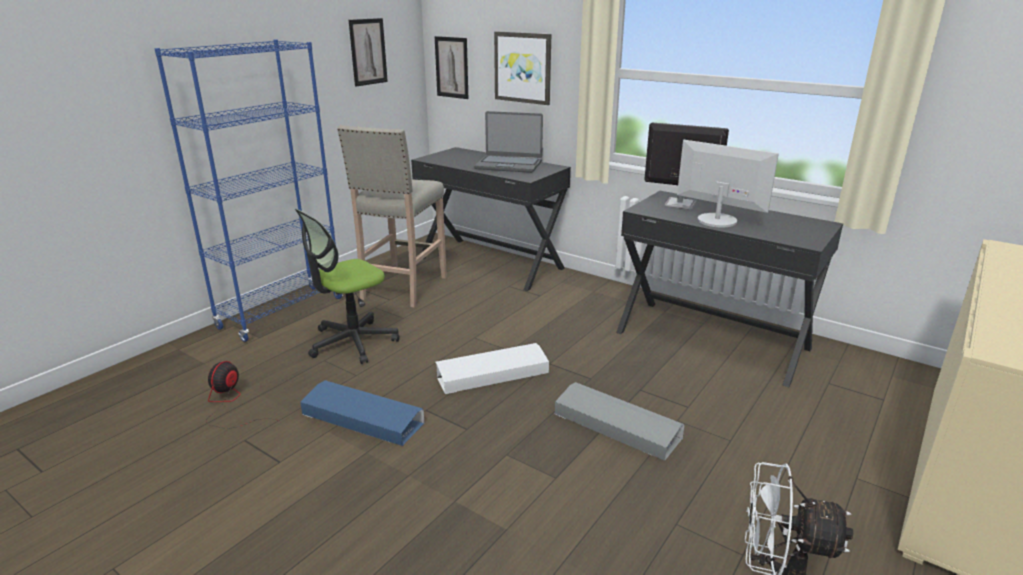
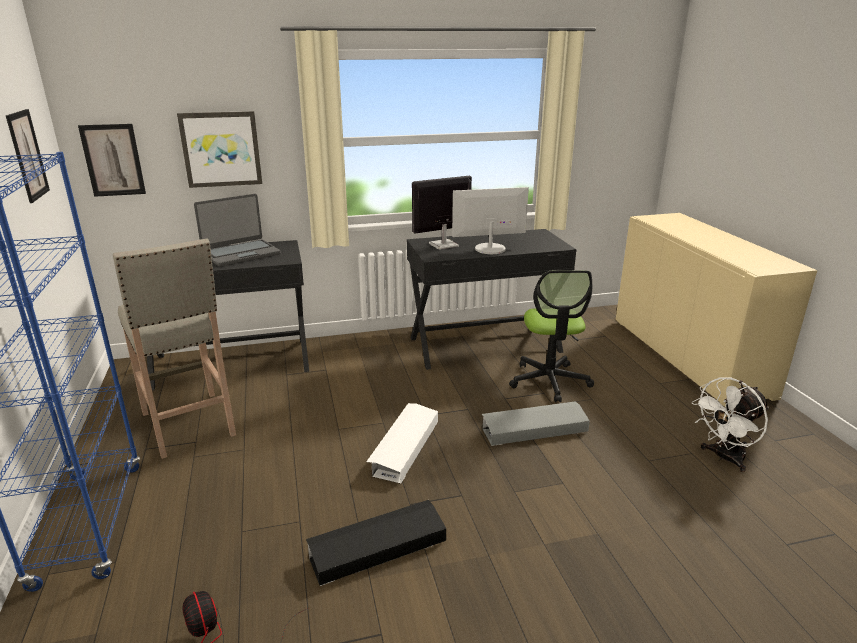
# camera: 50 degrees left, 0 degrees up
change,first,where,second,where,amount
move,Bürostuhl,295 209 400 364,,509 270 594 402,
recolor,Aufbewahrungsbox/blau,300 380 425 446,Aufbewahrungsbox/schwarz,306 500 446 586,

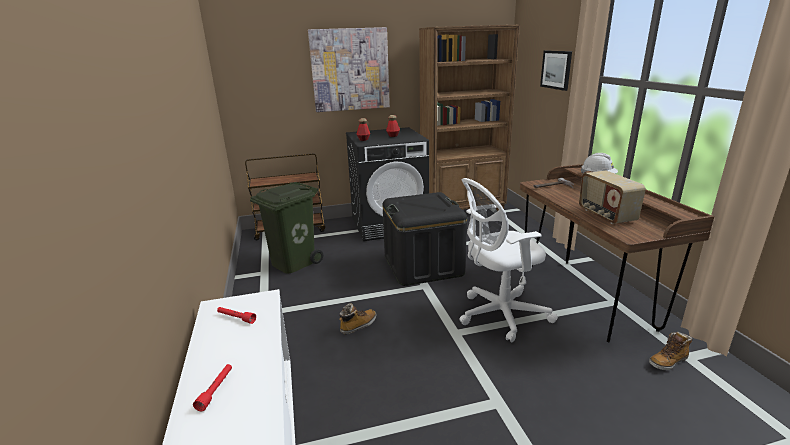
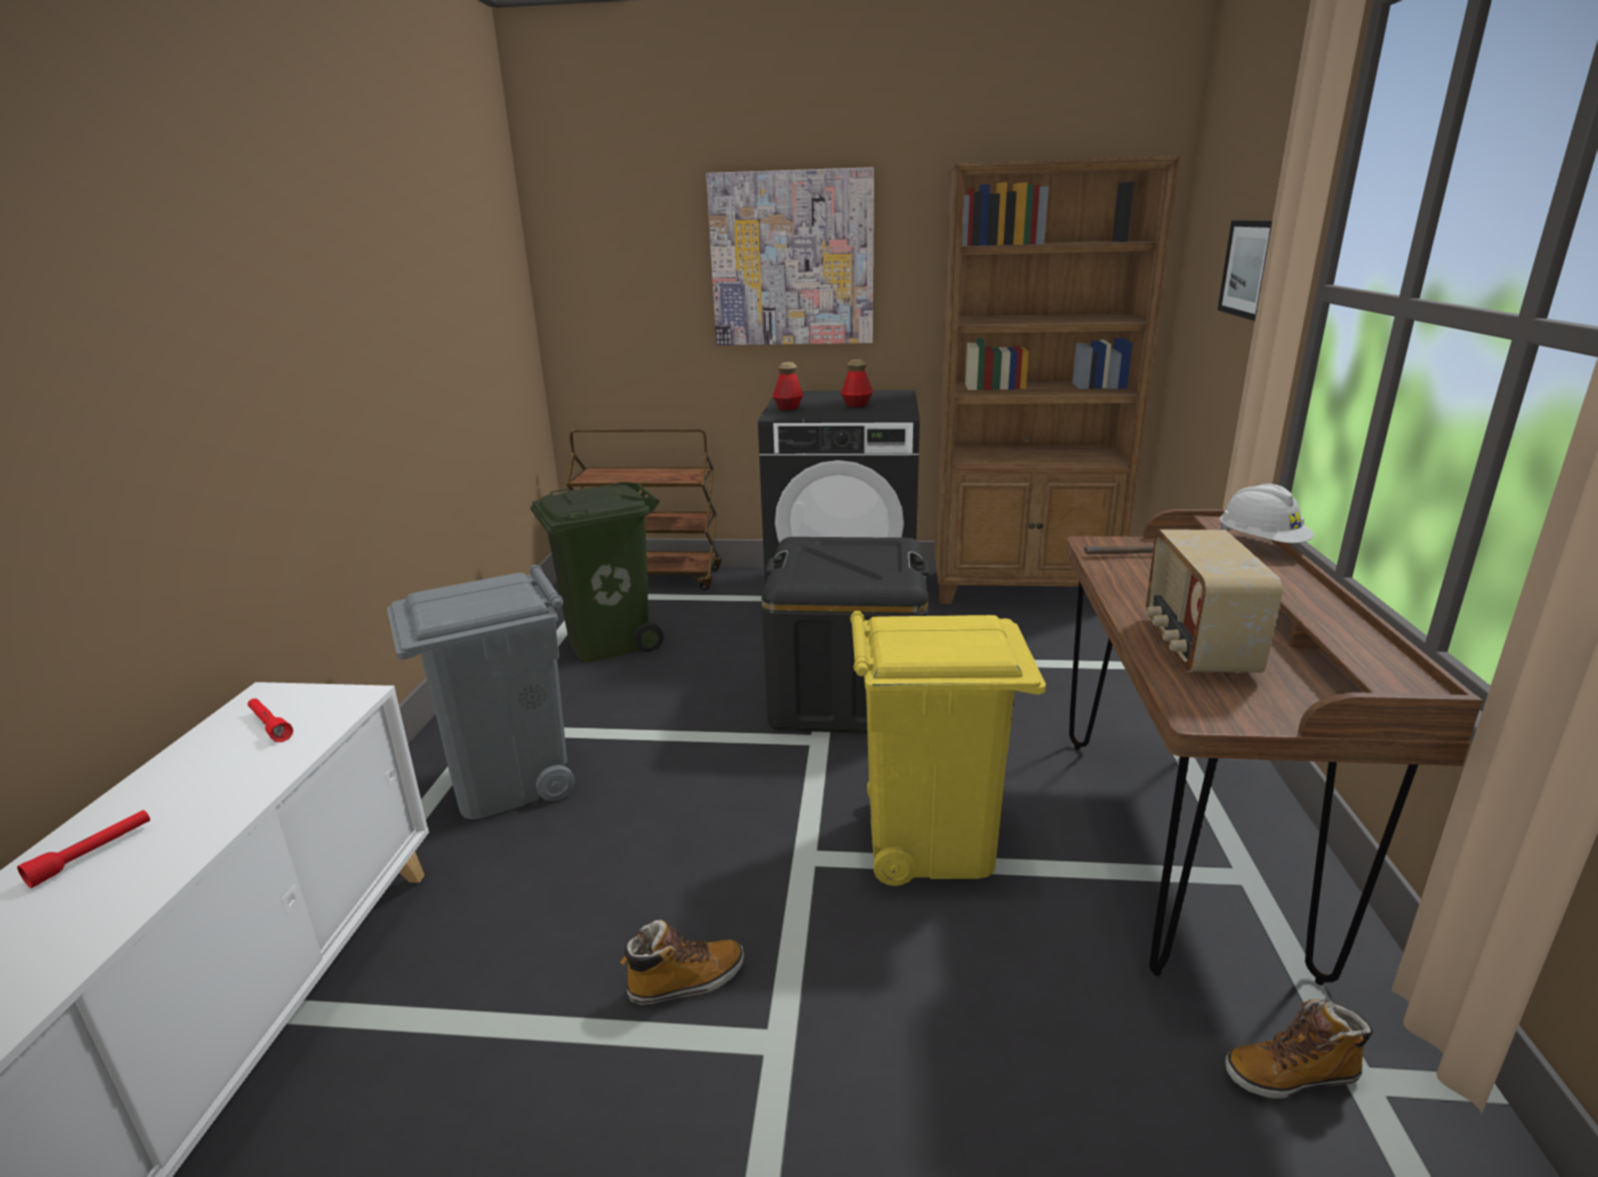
# camera: 20 degrees right, 0 degrees up
change,first,where,second,where,amount
insert,,,Mülleimer/grau,387 565 575 820,
move,Stiefel,339 303 376 334,,620 920 744 1005,
replace,Bürostuhl/weiß,459 178 558 342,Mülleimer/gelb,850 611 1046 886,

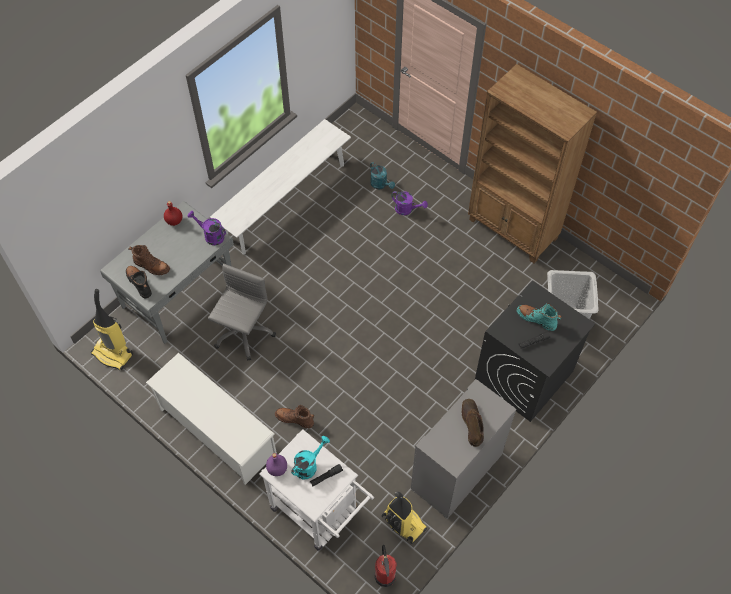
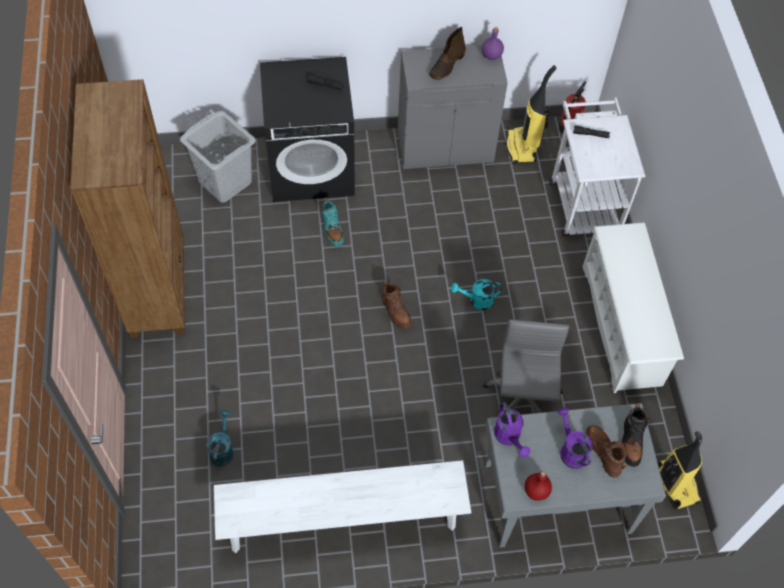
# camera: 140 degrees left, 0 degrees up
change,first,where,second,where,amount
move,Flasche/lila,266 453 287 476,,482 27 504 60,
move,Stiefel/braun,275 405 314 428,,382 280 412 329,
move,Gießkanne/türkis,291 436 330 479,,451 279 502 310,
move,Gießkanne/lila,391 191 428 215,,558 408 592 469,
move,Stiefel/türkis,517 303 562 331,,321 198 344 246,
rotate,Bürostuhl/grau,208 264 276 361,,483 319 569 413,120 degrees clockwise

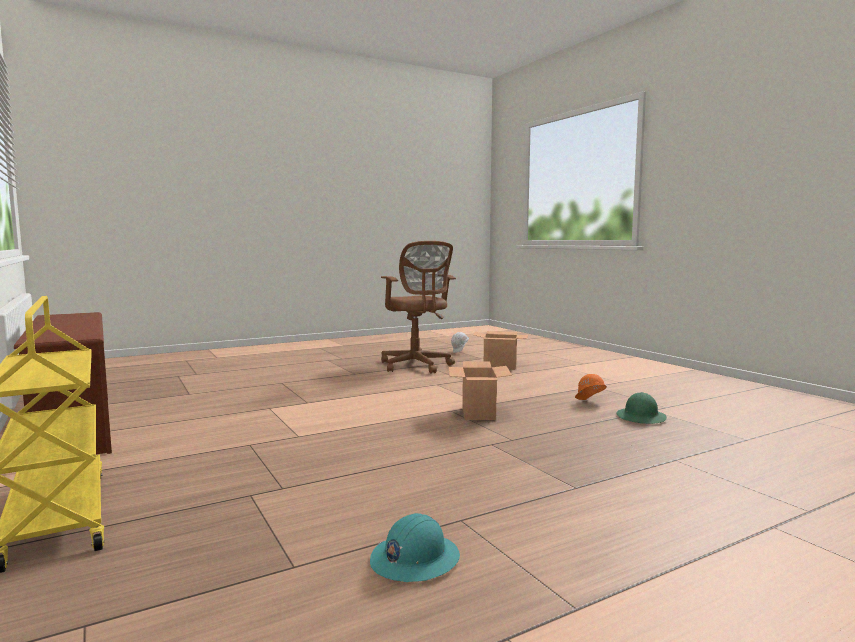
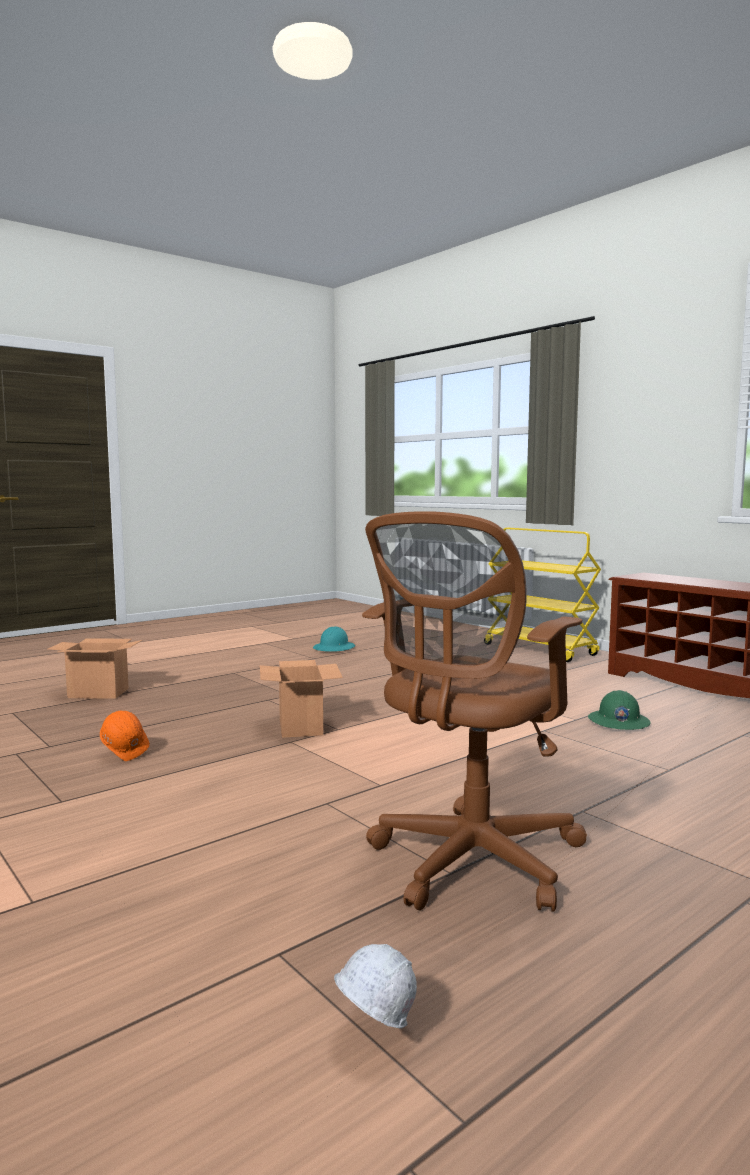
# camera: 170 degrees right, 0 degrees up
change,first,where,second,where,amount
move,Karton,473 331 528 370,,48 638 142 699,
move,Schutzhelm/grün,616 392 667 424,,588 690 651 730,
rotate,Bürostuhl/braun,381 241 456 374,,362 511 587 912,105 degrees counterclockwise

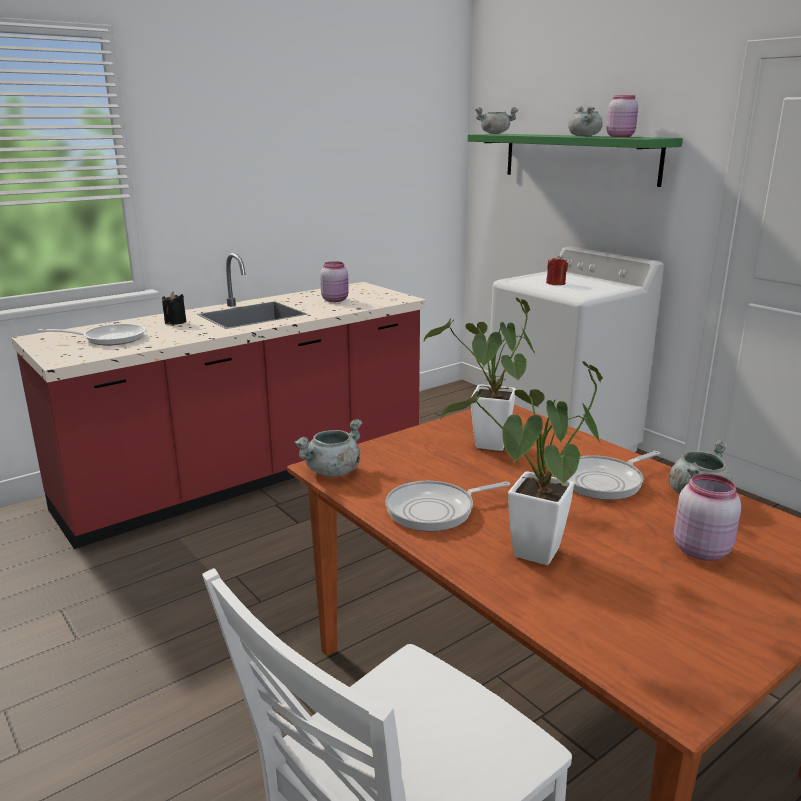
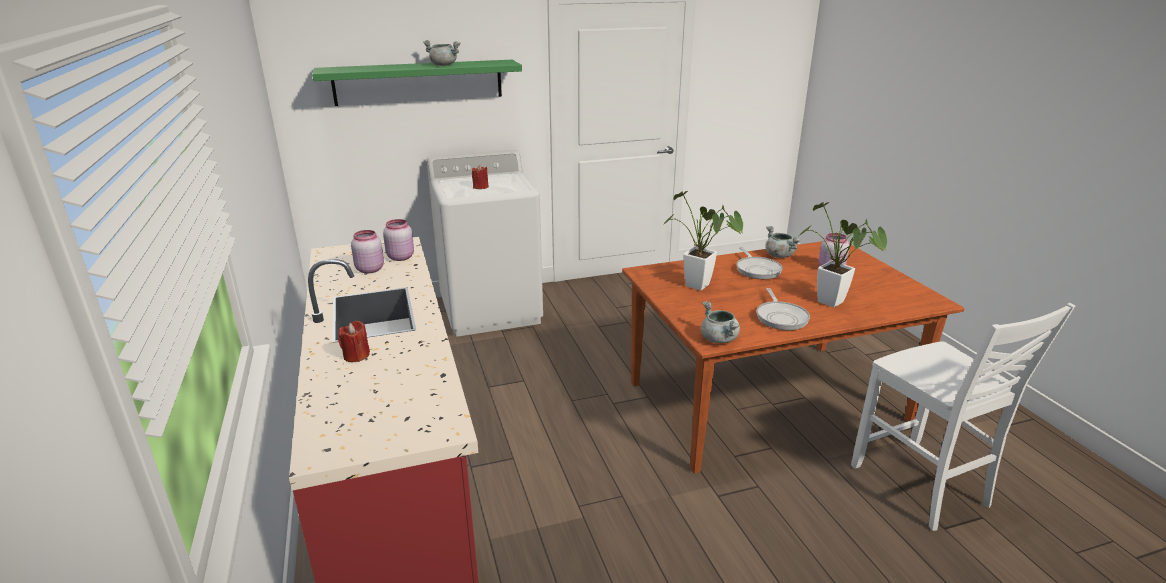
# camera: 70 degrees left, 5 degrees up
change,first,where,second,where,amount
delete,Pfanne,38 323 146 345,,,
delete,Kochtopf/grau,475 107 518 134,,,
move,Vorratsglas/rosa,606 95 638 137,,383 219 414 261,
recolor,Kerze/schwarz,162 292 186 325,Kerze/rot,338 321 370 362,

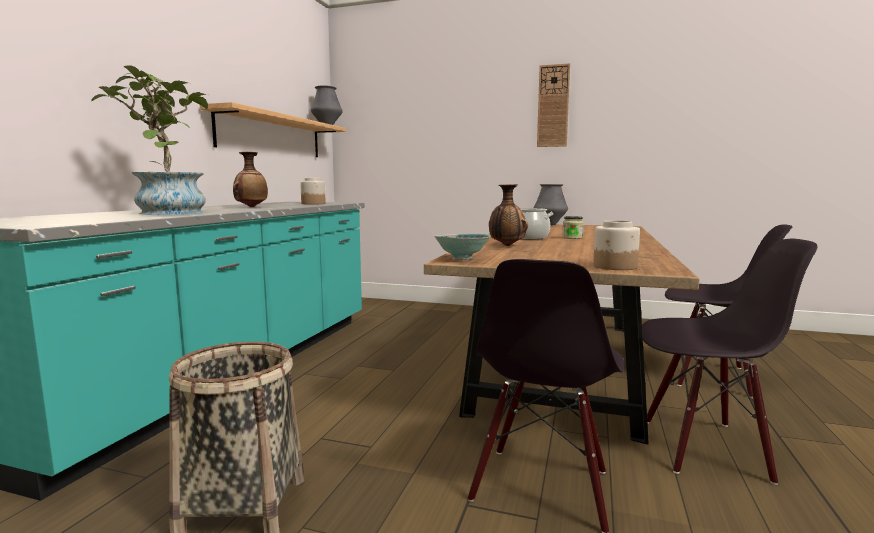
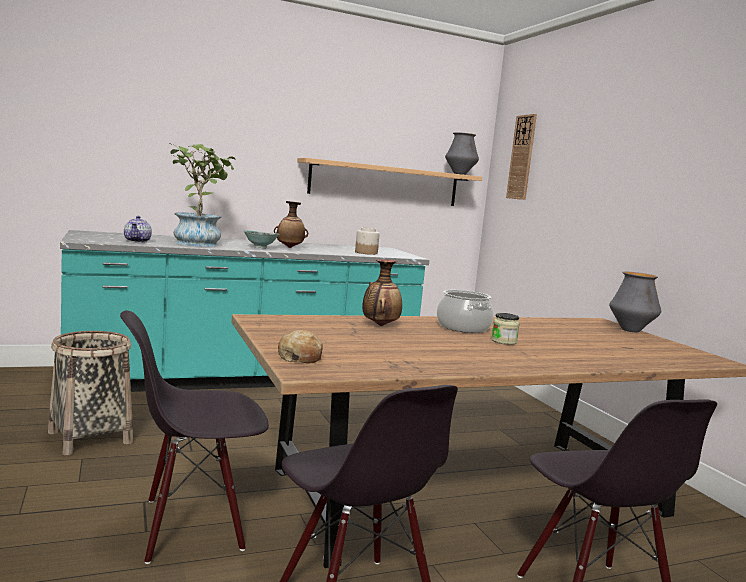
# camera: 50 degrees right, 0 degrees up
change,first,where,second,where,amount
insert,,,Teekanne,124 216 152 243,
move,Schüssel,435 233 491 260,,244 230 279 248,
move,Wanduhr,537 63 570 147,,506 114 537 200,
replace,Vorratsglas,593 220 640 270,Brot,278 330 323 364,

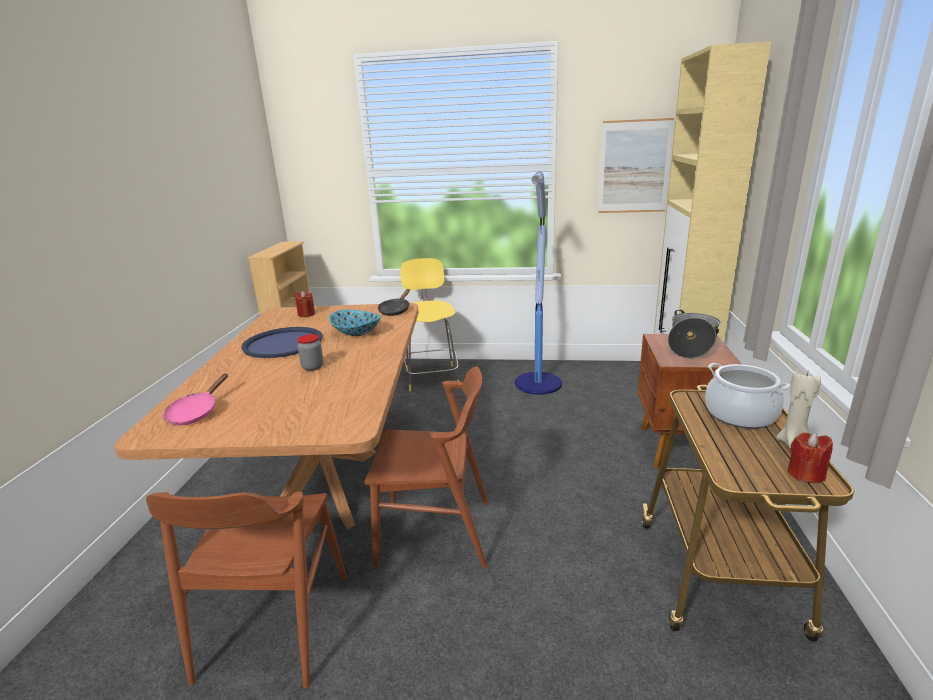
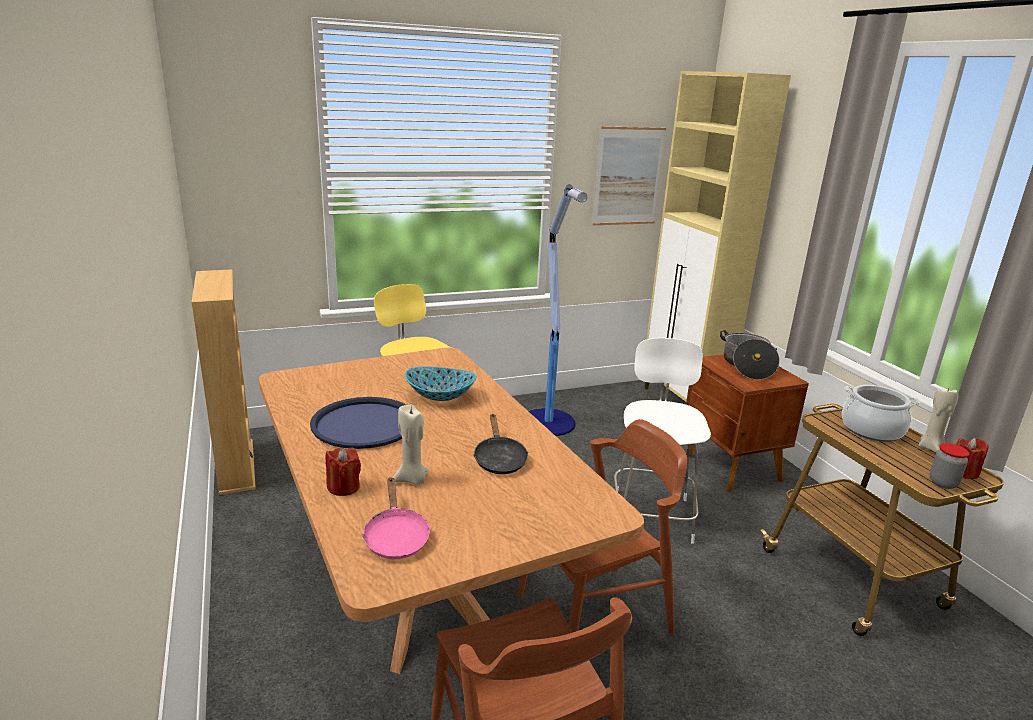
# camera: 30 degrees left, 0 degrees up
change,first,where,second,where,amount
insert,,,Kerze/beige,393 405 429 485,
insert,,,Hocker/weiß,614 338 711 544,
move,Kerze/rot,295 291 315 317,,325 447 361 496,
move,Vorratsglas,297 334 324 371,,930 443 970 489,
move,Pfanne/schwarz,378 289 410 316,,473 414 528 474,

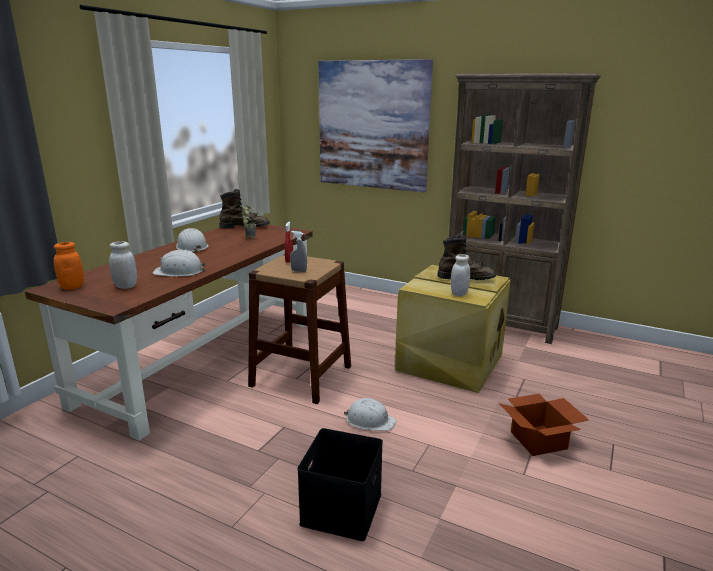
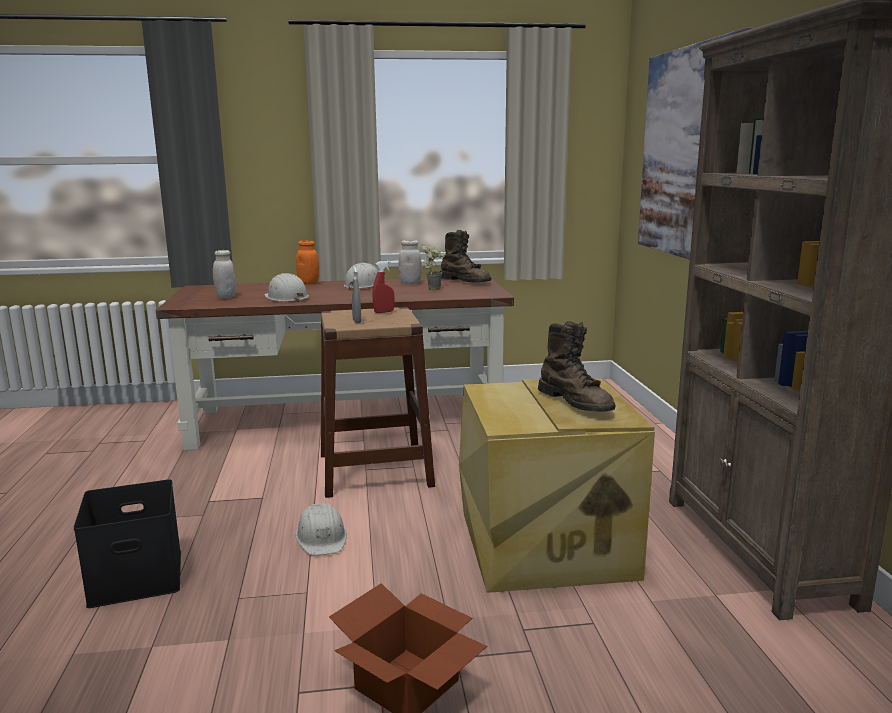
# camera: 55 degrees right, 5 degrees down
change,first,where,second,where,amount
move,Vorratsglas/orange,54 242 84 290,,296 240 319 285,
move,Vorratsglas/weiß,451 254 470 296,,399 240 422 284,

